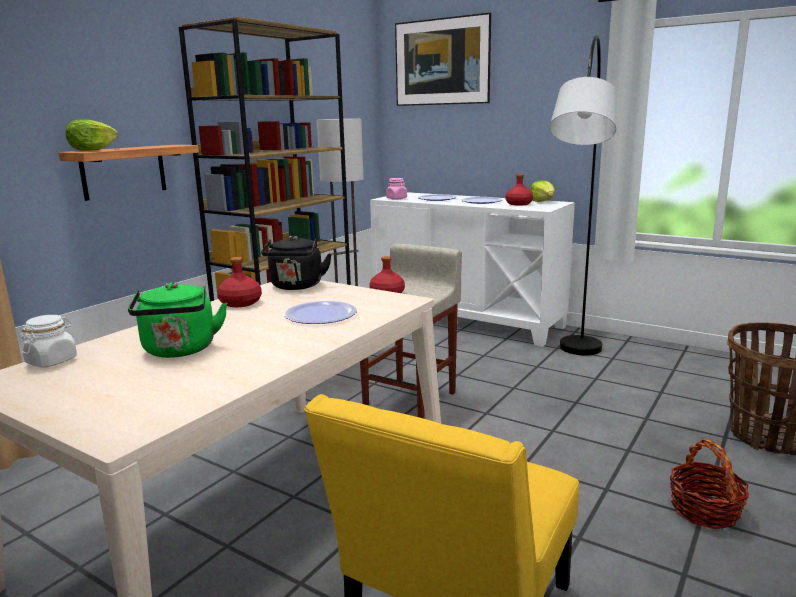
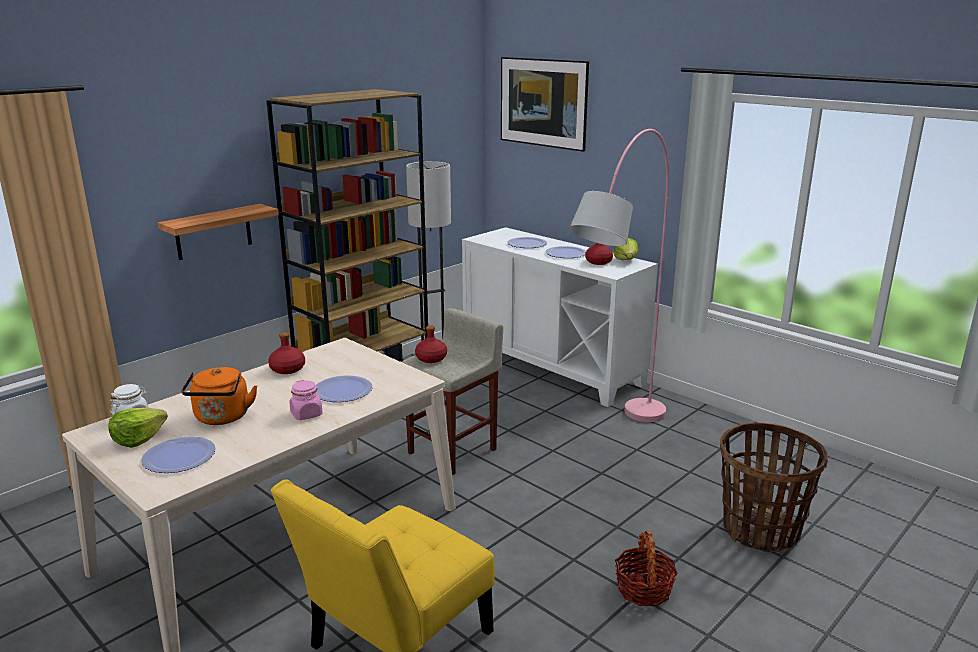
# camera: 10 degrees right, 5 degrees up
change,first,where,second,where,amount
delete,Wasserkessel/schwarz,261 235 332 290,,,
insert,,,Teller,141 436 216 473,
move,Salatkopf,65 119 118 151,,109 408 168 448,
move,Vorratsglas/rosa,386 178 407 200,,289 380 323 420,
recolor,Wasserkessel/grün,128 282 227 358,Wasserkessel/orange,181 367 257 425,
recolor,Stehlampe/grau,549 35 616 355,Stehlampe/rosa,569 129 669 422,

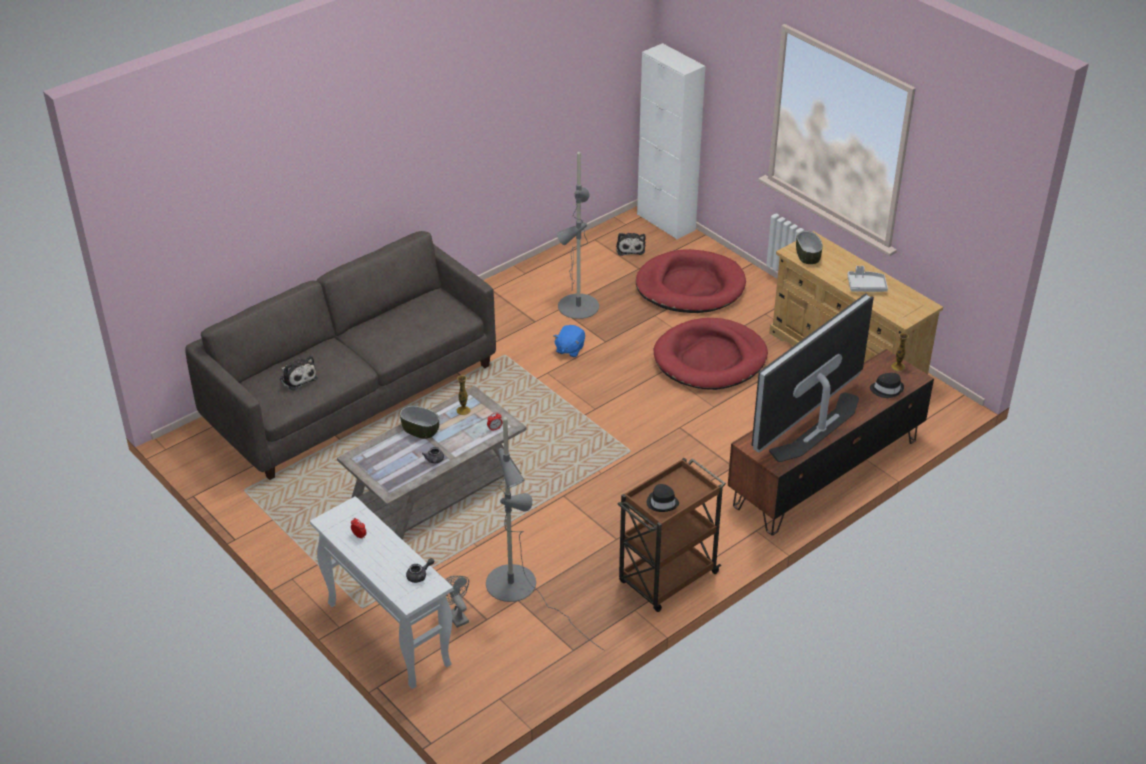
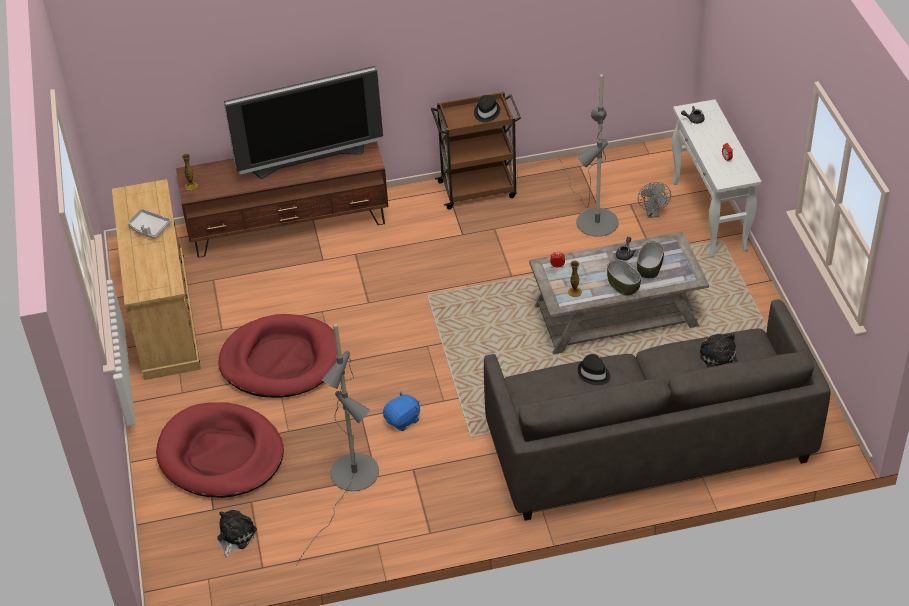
# camera: 150 degrees left, 5 degrees up
change,first,where,second,where,amount
delete,Schrank/weiß,637 43 705 240,,,
move,Schüssel,796 231 823 264,,637 241 664 278,
move,Hut/schwarz,870 373 904 398,,578 354 610 385,

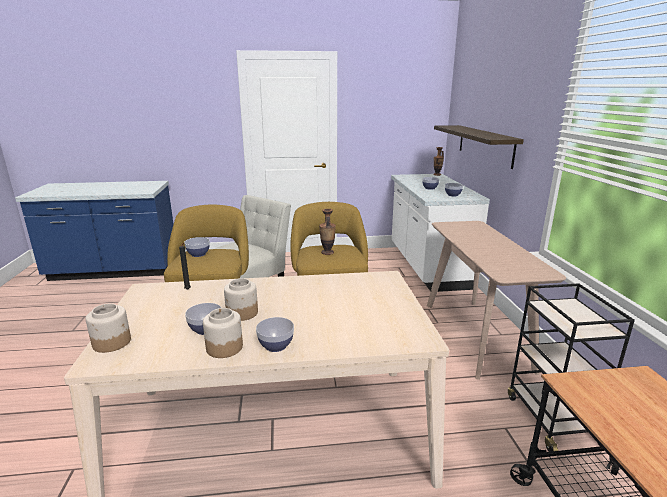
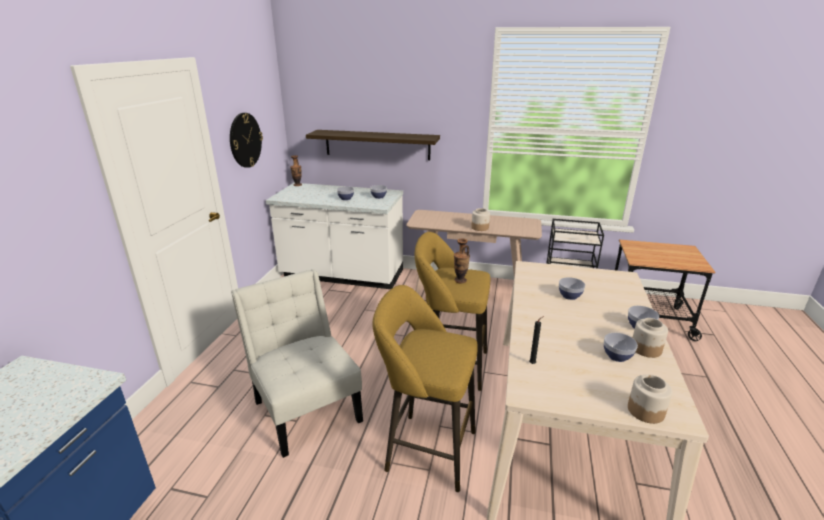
# camera: 70 degrees left, 5 degrees up
change,first,where,second,where,amount
insert,,,Wanduhr,230 113 263 168,
move,Schüssel,184 237 210 257,,559 277 585 300,
move,Vorratsglas,224 278 258 321,,471 208 490 231,

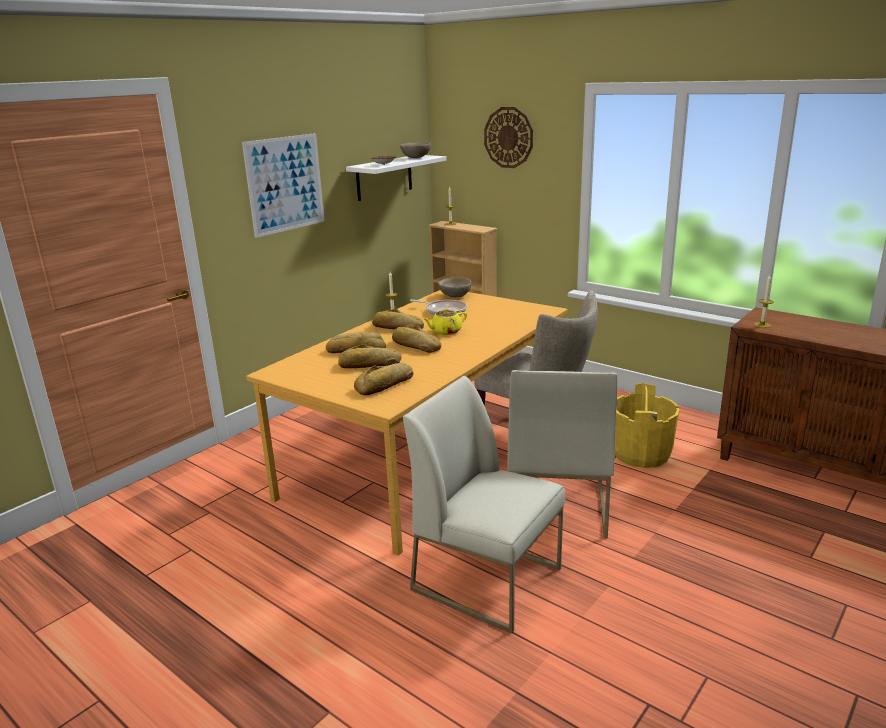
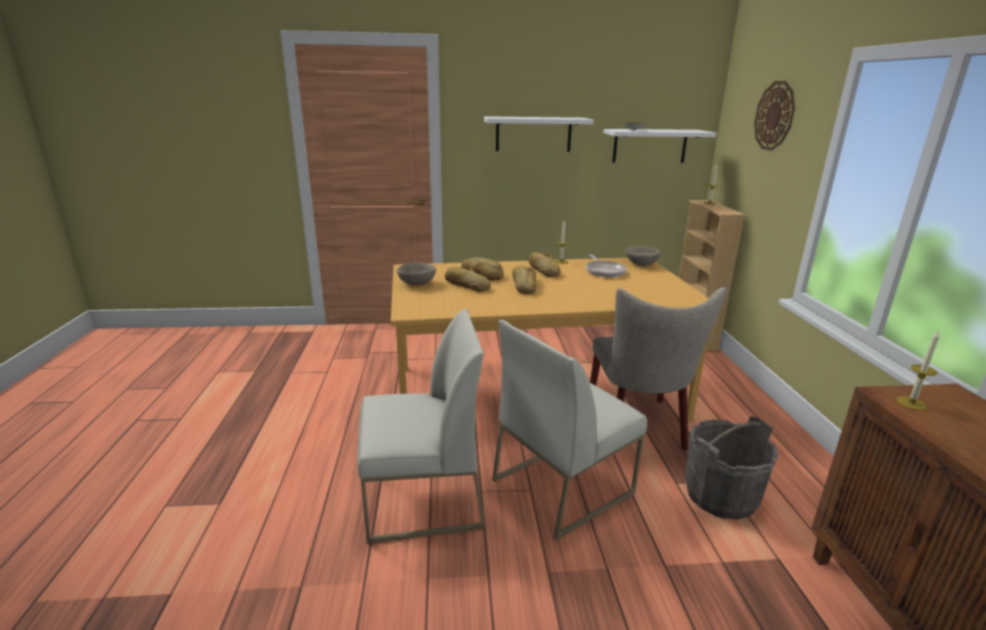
# camera: 45 degrees right, 0 degrees up
change,first,where,second,where,amount
delete,Brot,354 363 413 395,,,
delete,Teekanne/gelb,422 308 467 335,,,
move,Schüssel/beige,400 142 431 158,,397 263 436 286,
replace,Bild,242 133 325 238,Wandregal/weiß,484 116 594 152,
recolor,Eimer/gelb,615 383 680 468,Eimer/grau,685 416 778 520,
rotate,Stuhl/weiß,403 376 565 633,,357 309 485 544,90 degrees clockwise

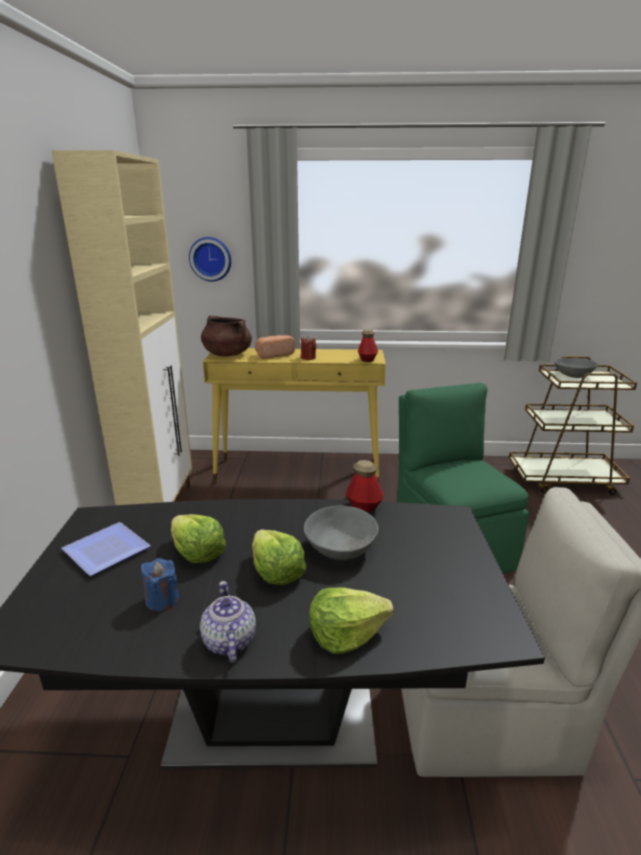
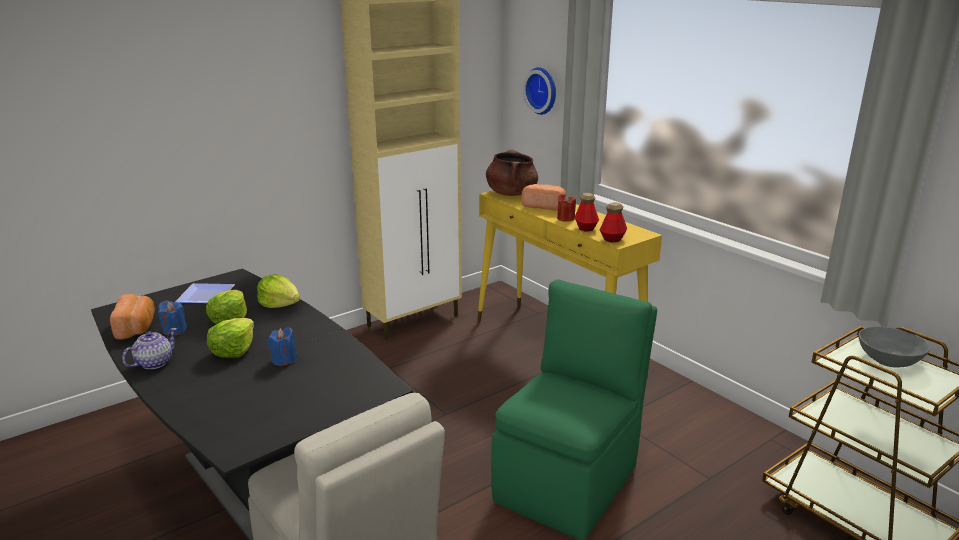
# camera: 50 degrees right, 0 degrees up
change,first,where,second,where,amount
insert,,,Brot,110 294 155 340,
move,Salatkopf,309 588 394 654,,257 274 300 308,
move,Flasche,346 460 383 512,,575 193 599 231,
replace,Schüssel/grau,304 506 378 560,Kerze/blau,268 327 297 366,

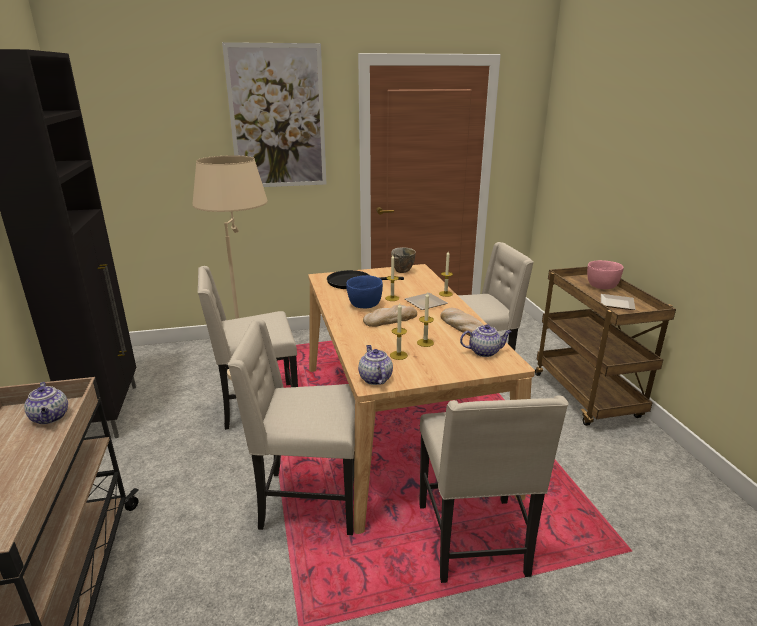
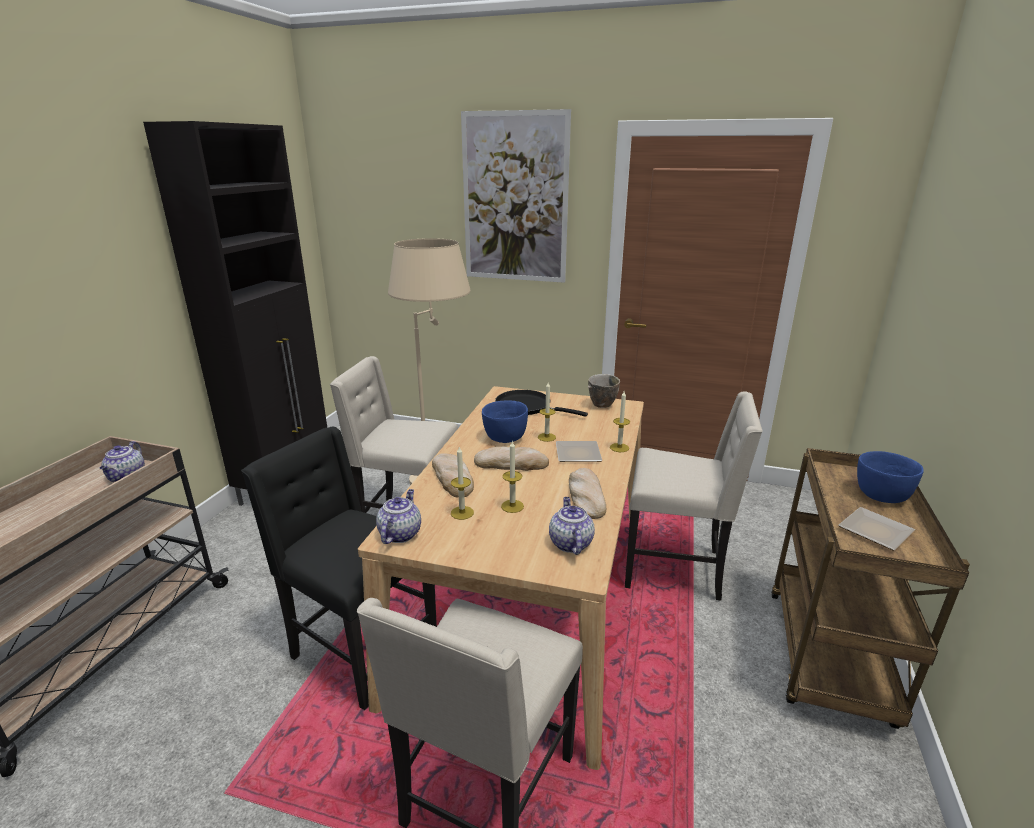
# camera: 30 degrees right, 0 degrees up
change,first,where,second,where,amount
insert,,,Brot,432 453 474 498,
recolor,Stuhl/beige,228 319 355 535,Stuhl/schwarz,241 427 437 710,
recolor,Schüssel/rosa,587 260 624 289,Schüssel/blau,857 451 924 503,
rotate,Teekanne,460 324 512 357,,549 497 595 555,120 degrees counterclockwise

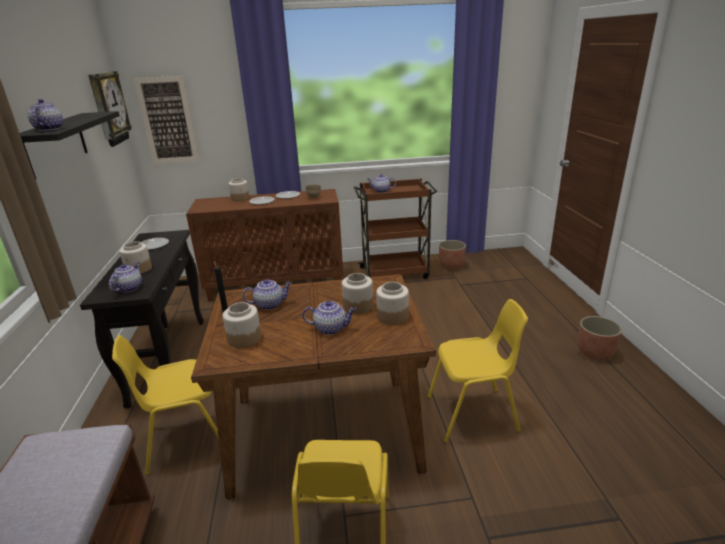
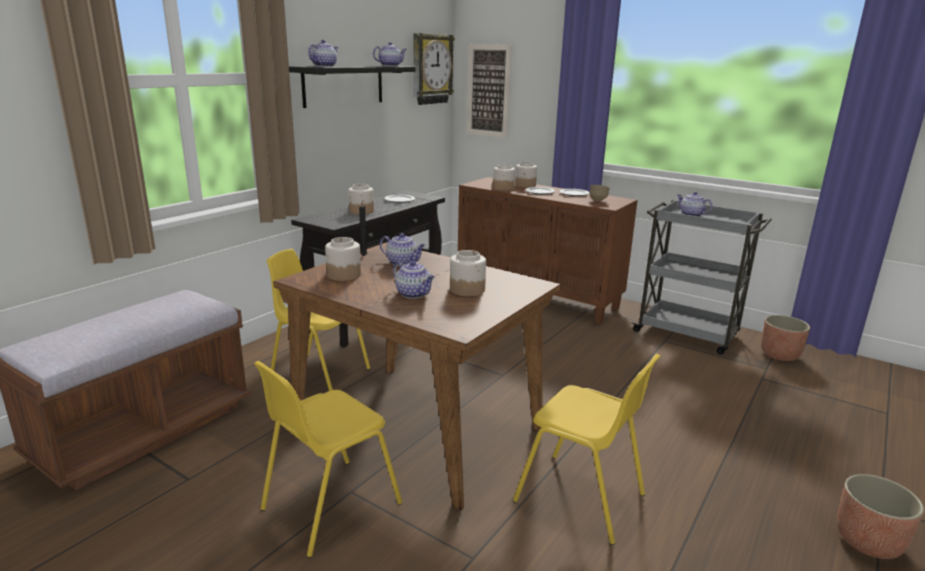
# camera: 40 degrees right, 5 degrees down
change,first,where,second,where,amount
move,Teekanne,109 262 142 293,,373 42 406 66,
move,Vorratsglas,376 282 409 325,,493 164 515 191,
recolor,Rollwagen/braun,354 179 437 279,Rollwagen/grau,631 200 772 354,

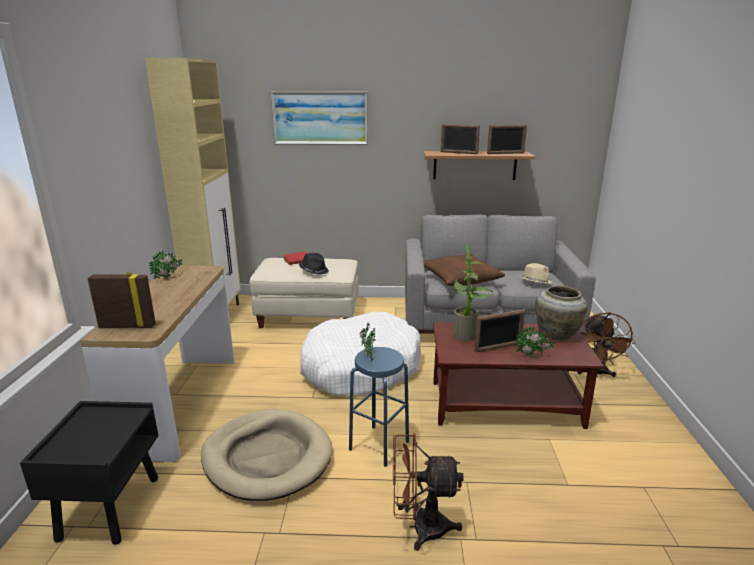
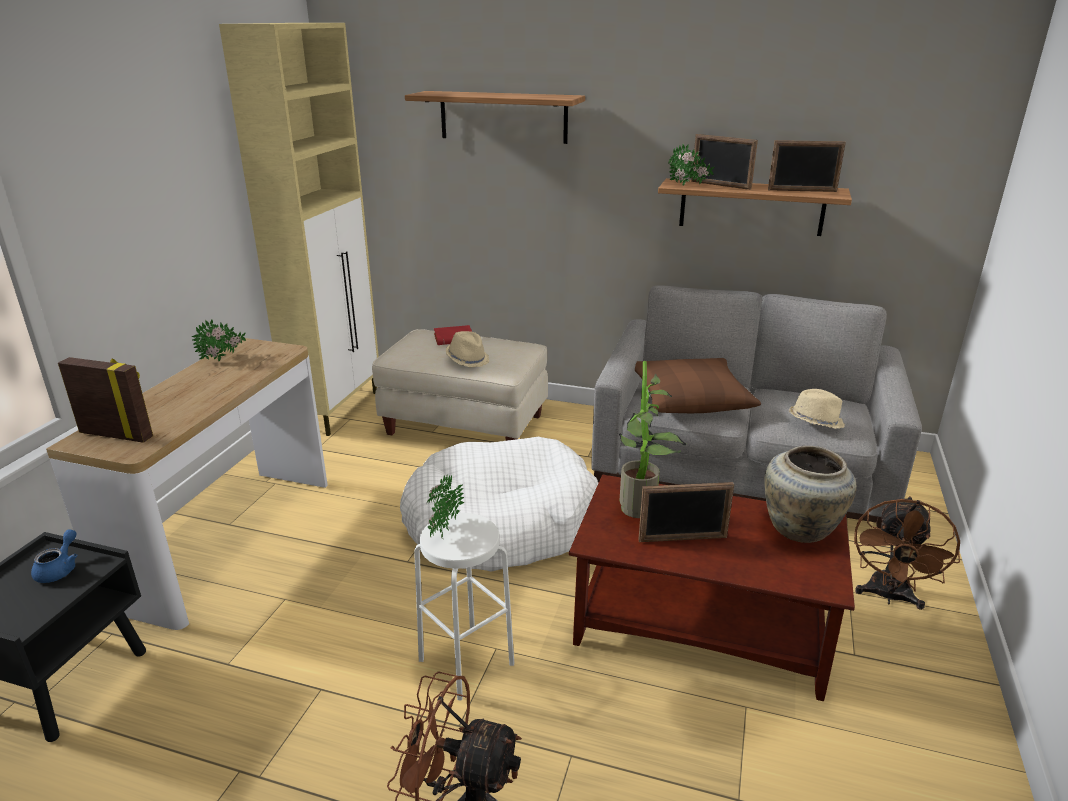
# camera: 15 degrees right, 5 degrees up
change,first,where,second,where,amount
delete,Hundebett/beige,201 409 333 501,,,
insert,,,Teekanne/blau,31 529 77 583,
move,Topfpflanze,515 326 555 357,,668 143 715 186,
replace,Bild,270 91 368 145,Wandregal,405 91 585 144,
recolor,Hut/schwarz,299 253 329 275,Hut/beige,446 331 489 367,
recolor,Hocker/blau,349 347 409 467,Hocker/weiß,414 513 514 700,

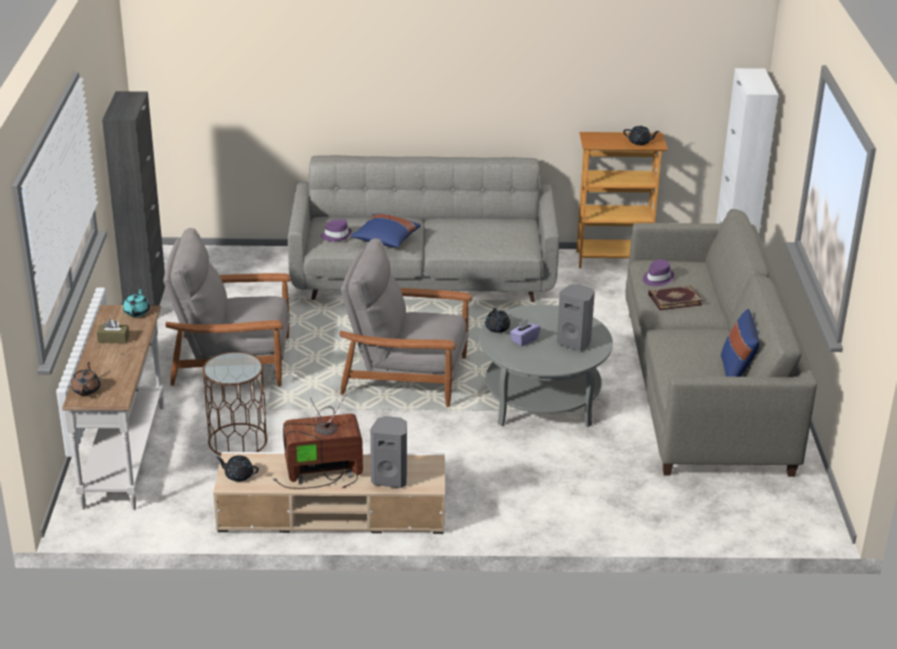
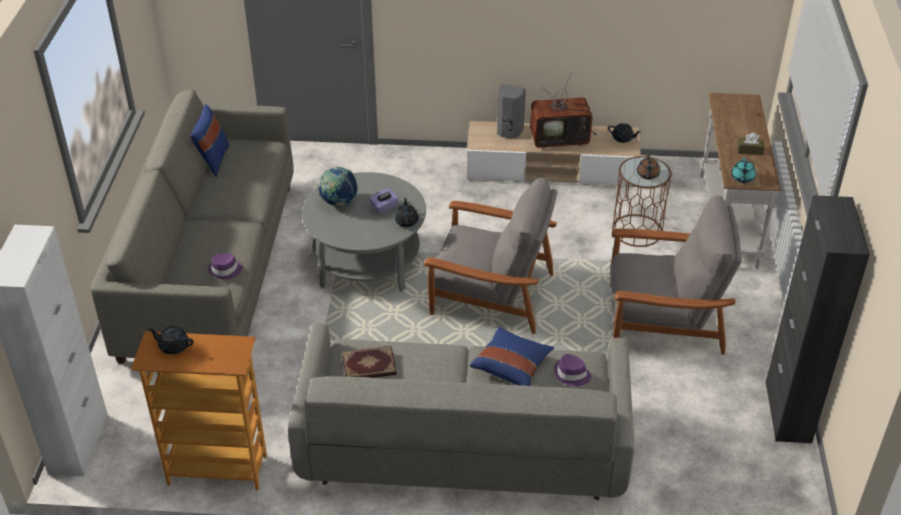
# camera: 175 degrees left, 10 degrees up
change,first,where,second,where,amount
move,Teekanne/braun,71 362 101 396,,637 155 660 179,
move,Buch,648 285 703 310,,342 346 396 378,
replace,Lautsprecher/grau,557 284 595 351,Globus,318 167 357 206,

